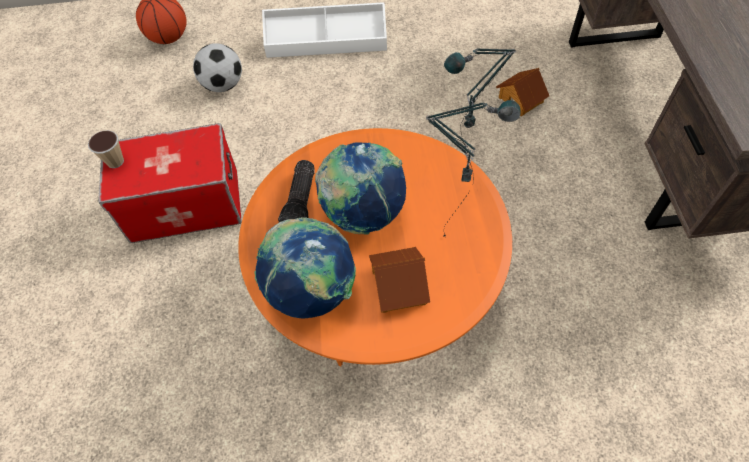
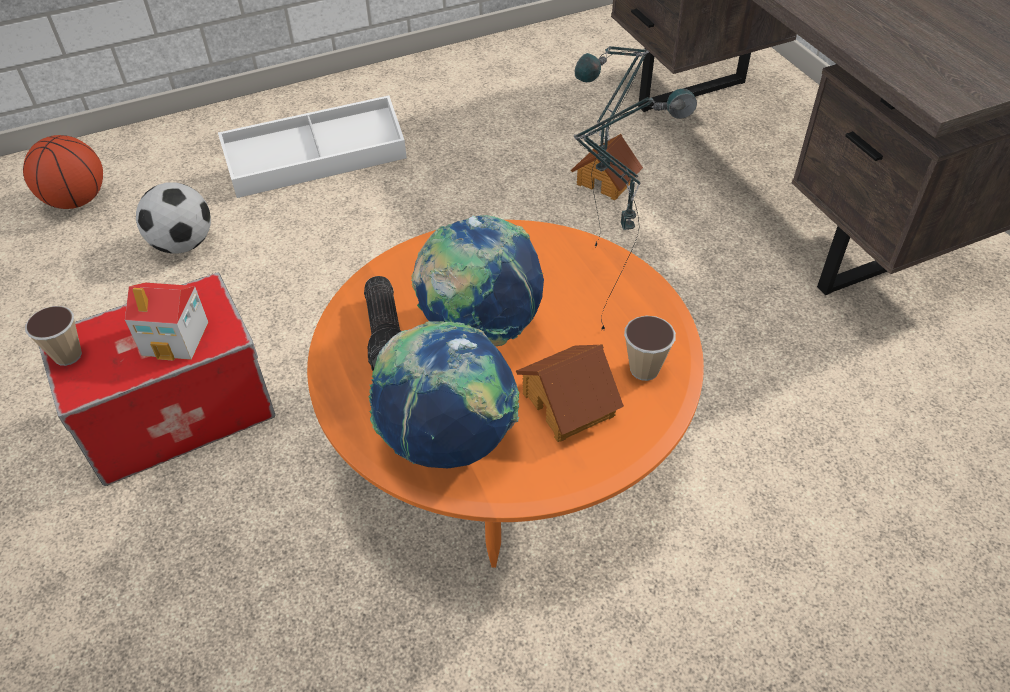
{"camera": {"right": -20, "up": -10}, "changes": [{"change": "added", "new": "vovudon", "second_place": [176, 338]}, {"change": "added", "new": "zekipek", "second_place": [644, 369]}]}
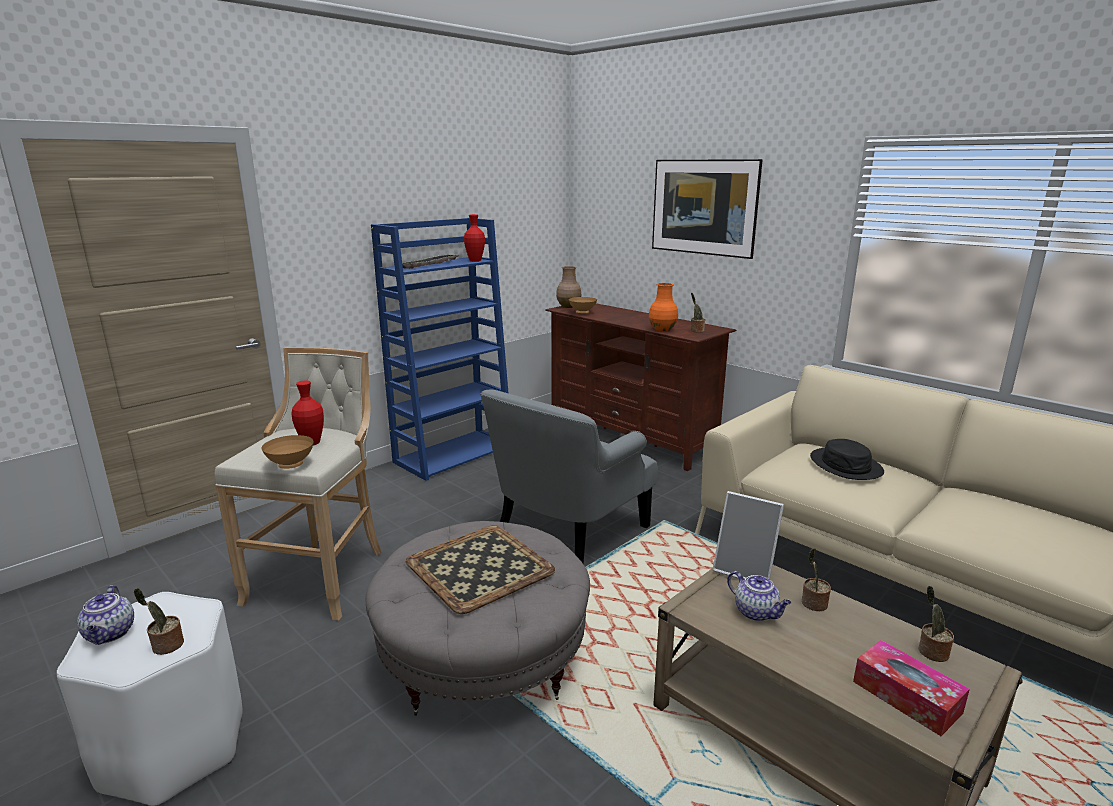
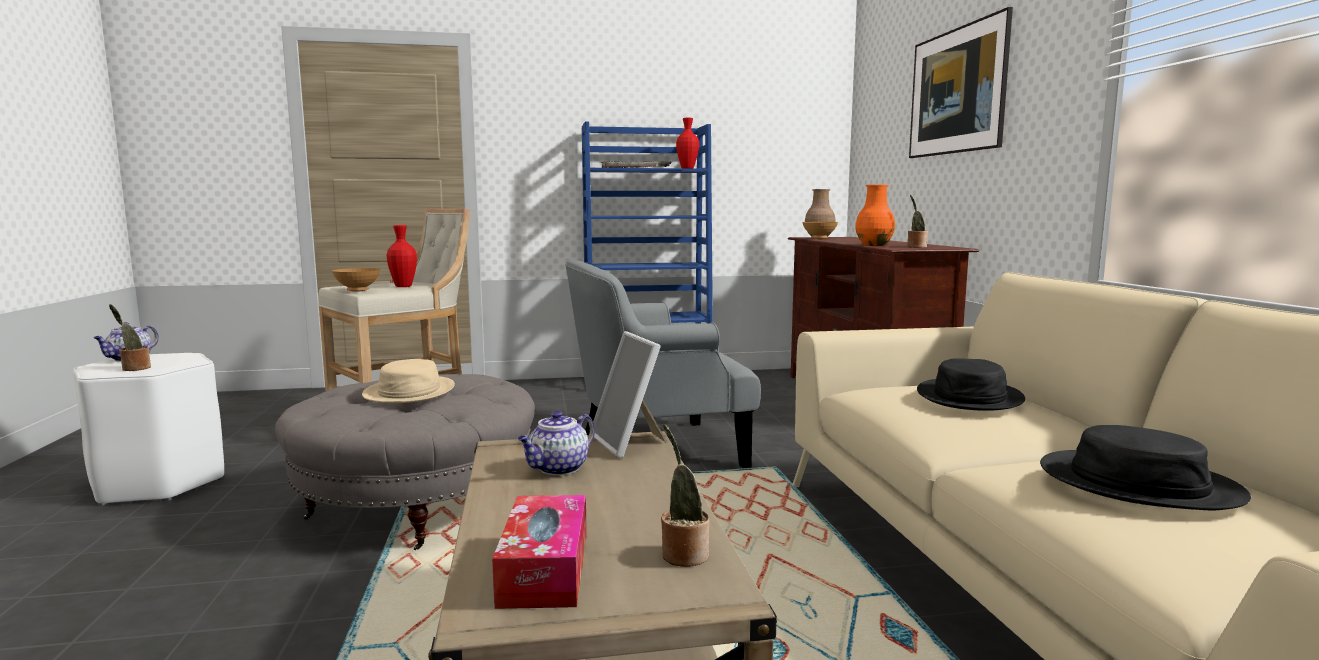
{"camera": {"right": 35, "up": -10}, "changes": [{"change": "replaced", "old": "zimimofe", "new": "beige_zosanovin", "first_place": [479, 568], "second_place": [409, 392]}, {"change": "turned", "old": "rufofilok", "first_place": [756, 612], "second_place": [558, 469], "degrees": 45}, {"change": "removed", "old": "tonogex", "first_place": [813, 604]}, {"change": "added", "new": "black_zosanovin", "second_place": [1138, 483]}]}
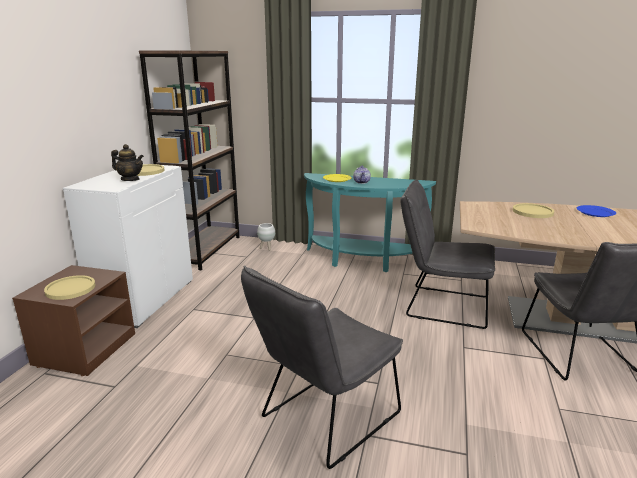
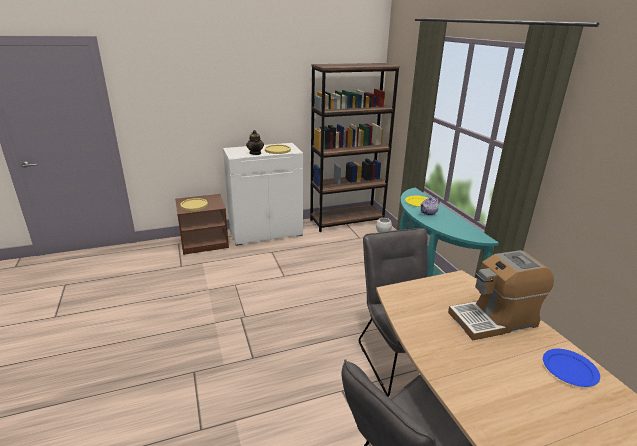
{"camera": {"right": 55, "up": 5}, "changes": [{"change": "removed", "old": "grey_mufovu", "first_place": [324, 419]}, {"change": "replaced", "old": "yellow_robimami", "new": "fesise", "first_place": [532, 212], "second_place": [494, 319]}]}
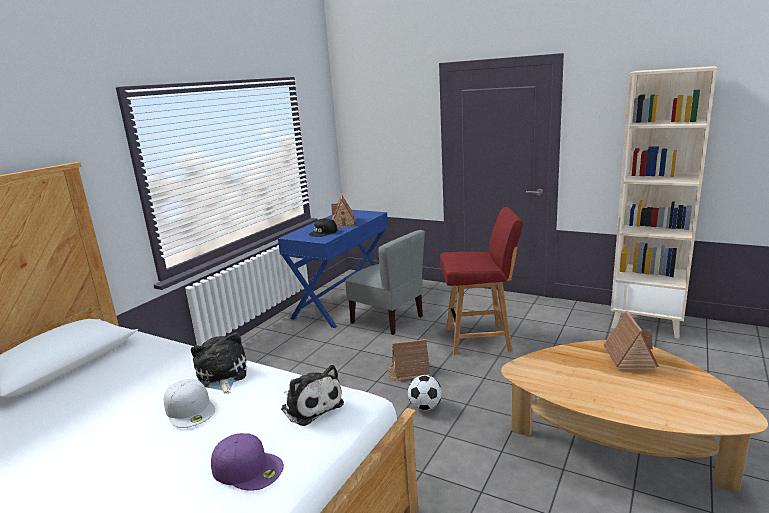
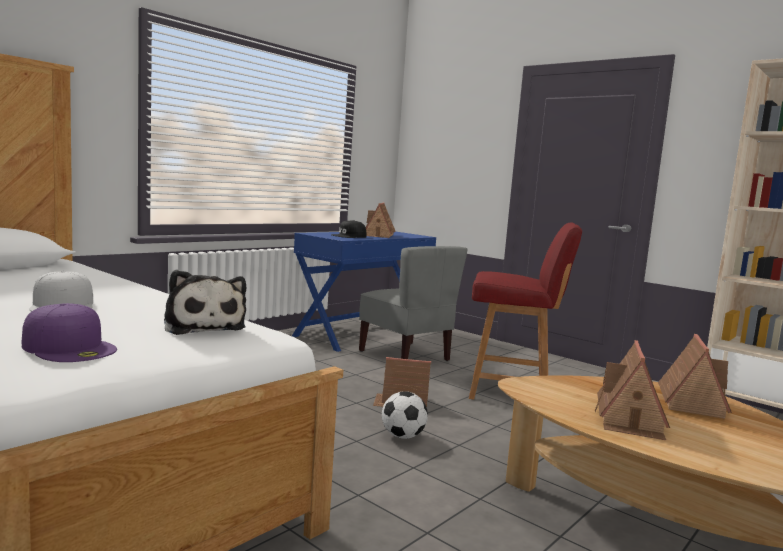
{"camera": {"right": 10, "up": -10}, "changes": [{"change": "removed", "old": "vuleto", "first_place": [222, 376]}, {"change": "added", "new": "vovudon", "second_place": [630, 419]}]}
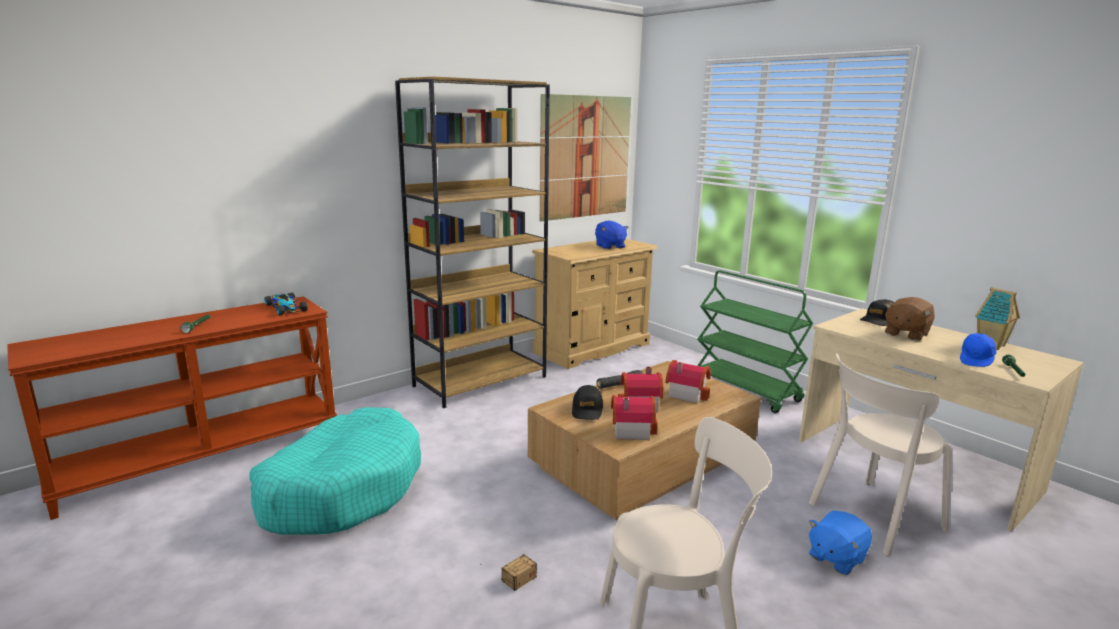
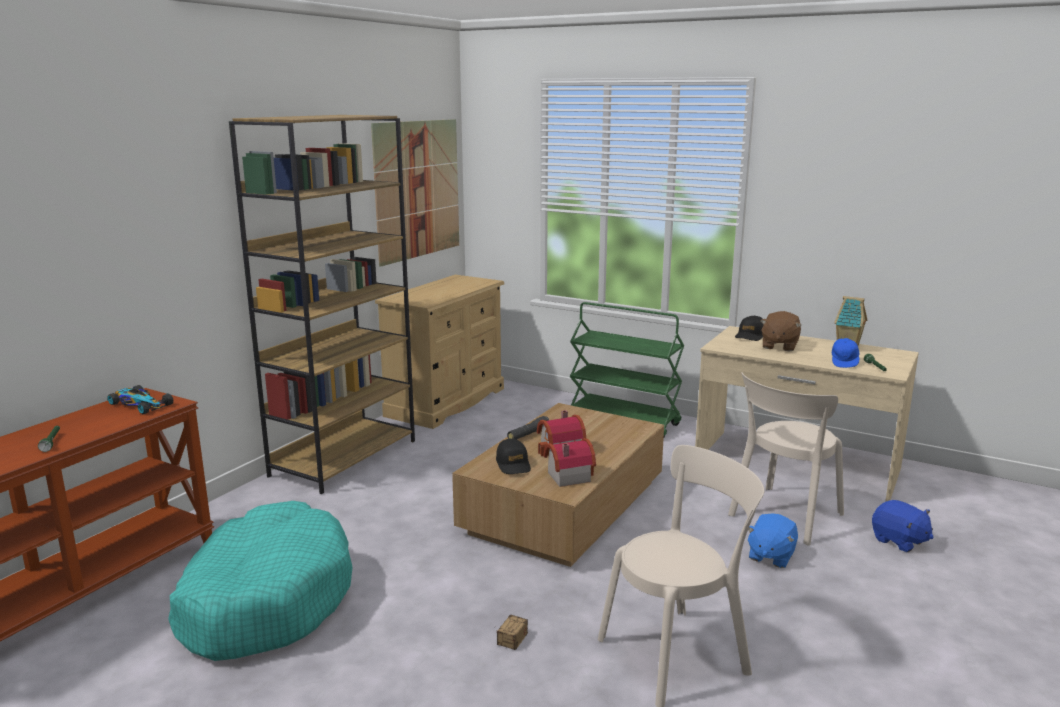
{"camera": {"right": -20, "up": 0}, "changes": [{"change": "moved", "old": "blue_vuleto", "first_place": [610, 246], "second_place": [899, 541]}, {"change": "removed", "old": "vovudon", "first_place": [686, 393]}]}
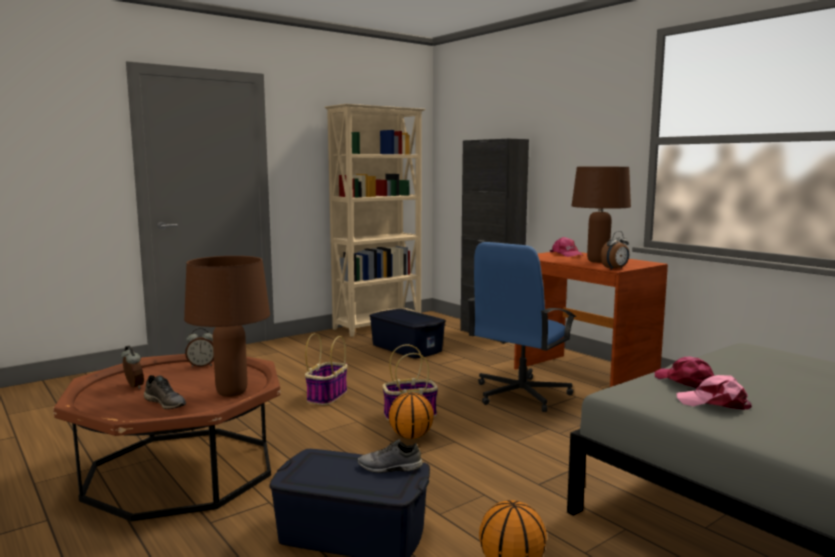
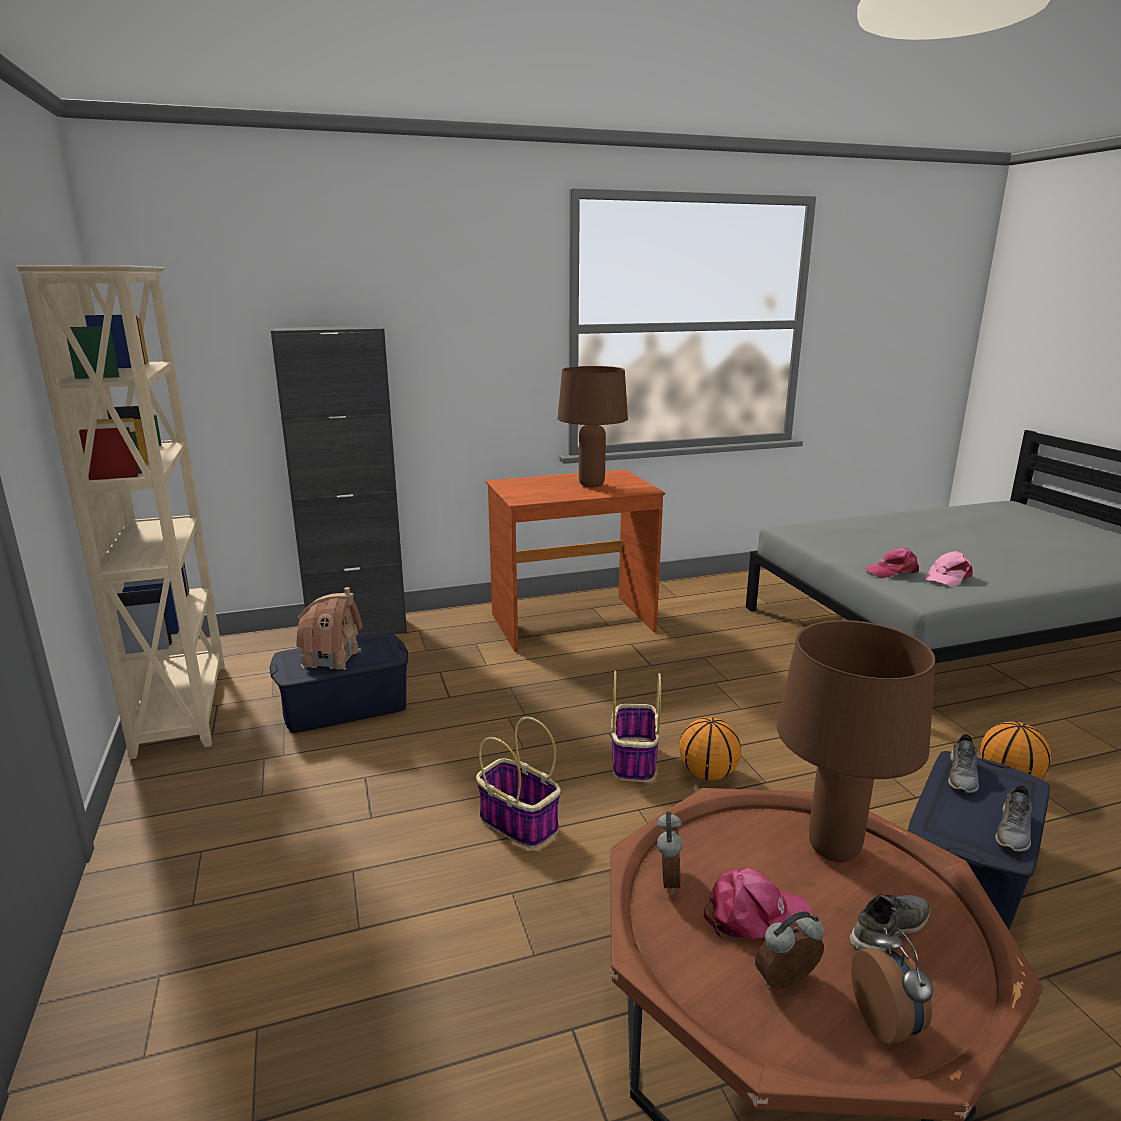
{"camera": {"right": -70, "up": 10}, "changes": [{"change": "removed", "old": "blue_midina", "first_place": [520, 394]}, {"change": "moved", "old": "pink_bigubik", "first_place": [566, 254], "second_place": [755, 915]}, {"change": "moved", "old": "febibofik", "first_place": [615, 269], "second_place": [887, 1023]}, {"change": "added", "new": "vovudon", "second_place": [332, 658]}, {"change": "added", "new": "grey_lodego", "second_place": [1014, 832]}]}
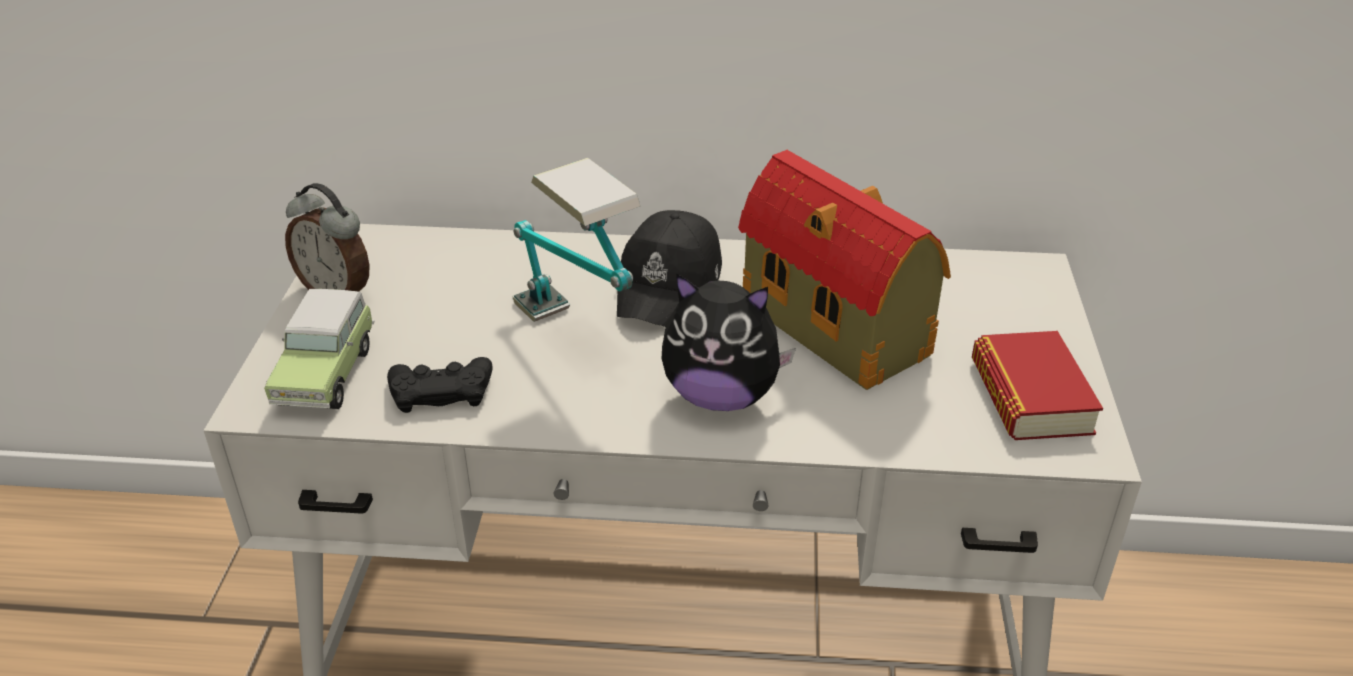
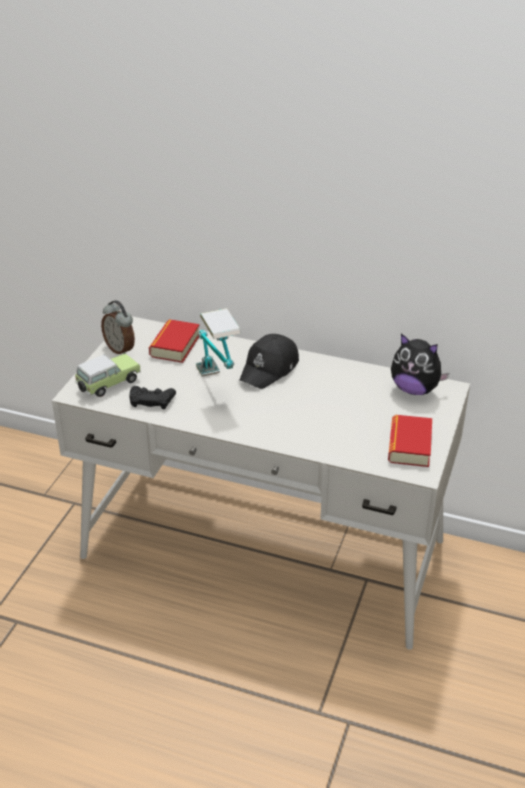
{"camera": {"right": 15, "up": 0}, "changes": [{"change": "turned", "old": "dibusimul", "first_place": [328, 372], "second_place": [107, 384], "degrees": -150}, {"change": "moved", "old": "vuleto", "first_place": [721, 396], "second_place": [415, 389]}, {"change": "removed", "old": "vovudon", "first_place": [837, 331]}, {"change": "added", "new": "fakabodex", "second_place": [175, 346]}]}
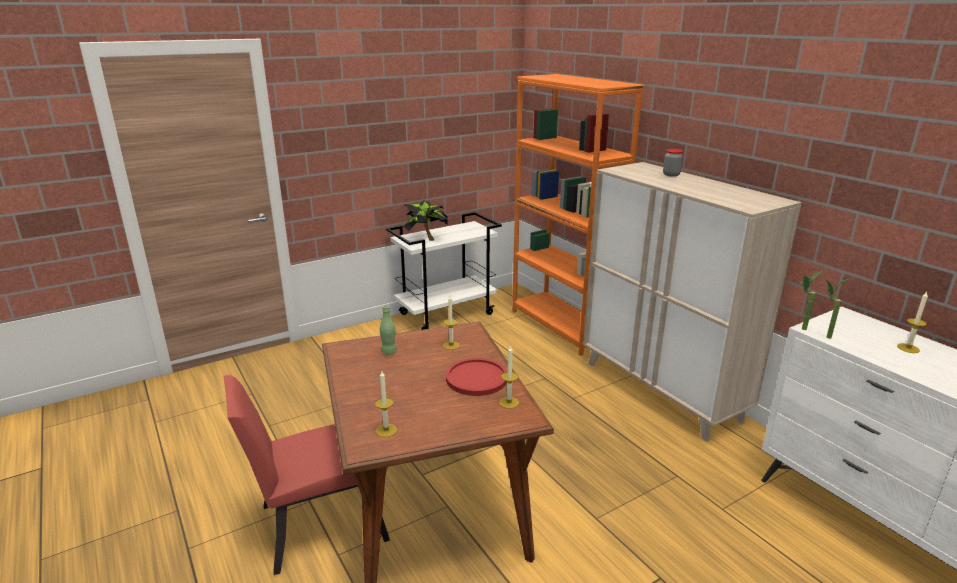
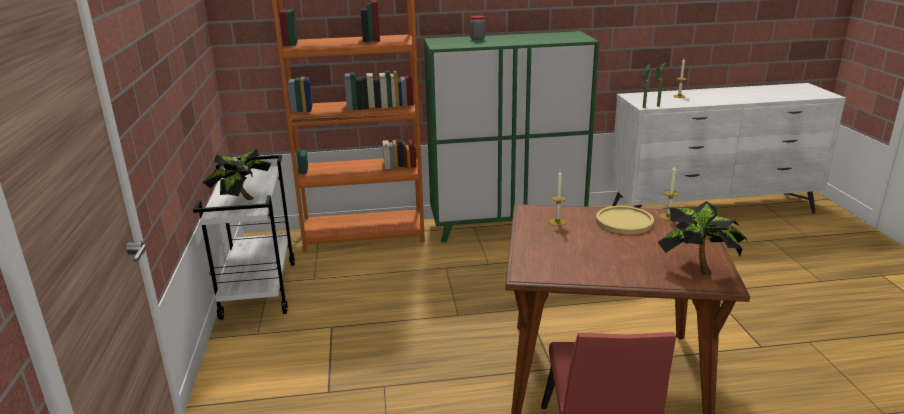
{"camera": {"right": -65, "up": 0}, "changes": [{"change": "replaced", "old": "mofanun", "new": "tonogex", "first_place": [386, 430], "second_place": [697, 269]}, {"change": "removed", "old": "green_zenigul", "first_place": [389, 352]}, {"change": "recoloured", "old": "red_robimami", "new": "yellow_robimami", "first_place": [476, 378], "second_place": [624, 221]}, {"change": "recoloured", "old": "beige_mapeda", "new": "green_mapeda", "first_place": [661, 391], "second_place": [507, 226]}]}
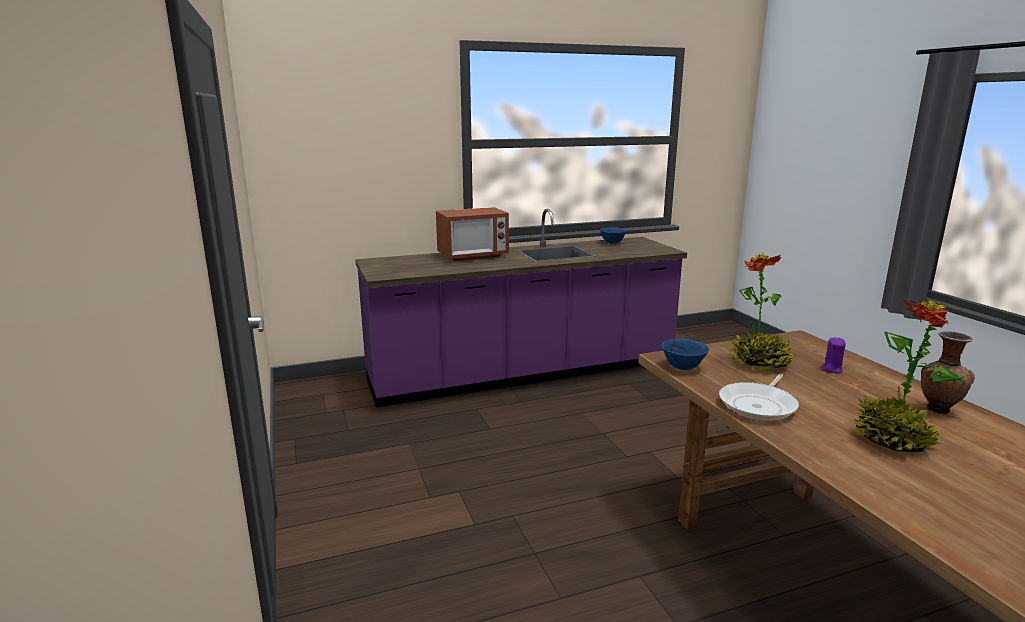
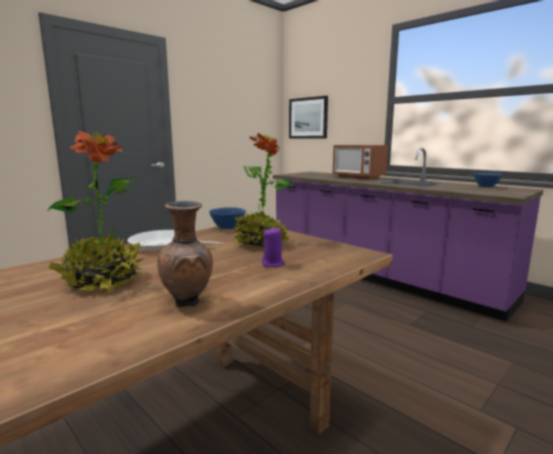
{"camera": {"right": 65, "up": -5}, "changes": [{"change": "added", "new": "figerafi", "second_place": [308, 118]}]}
